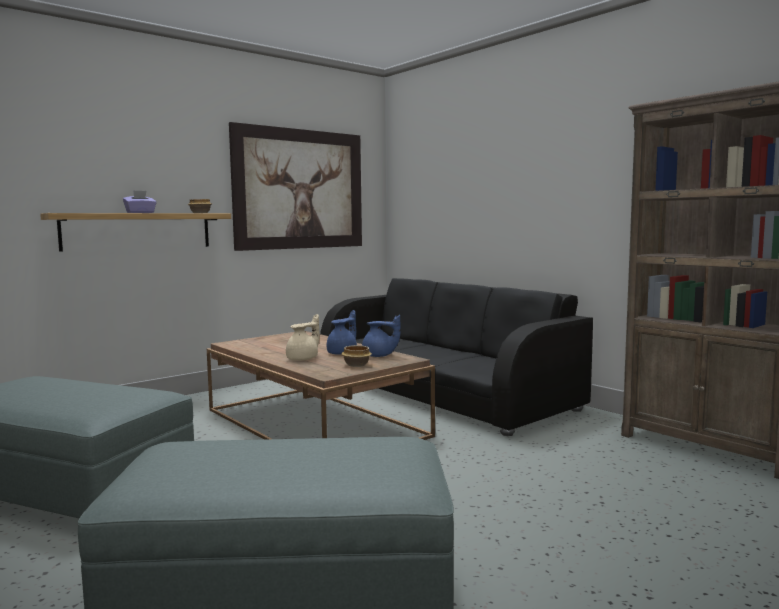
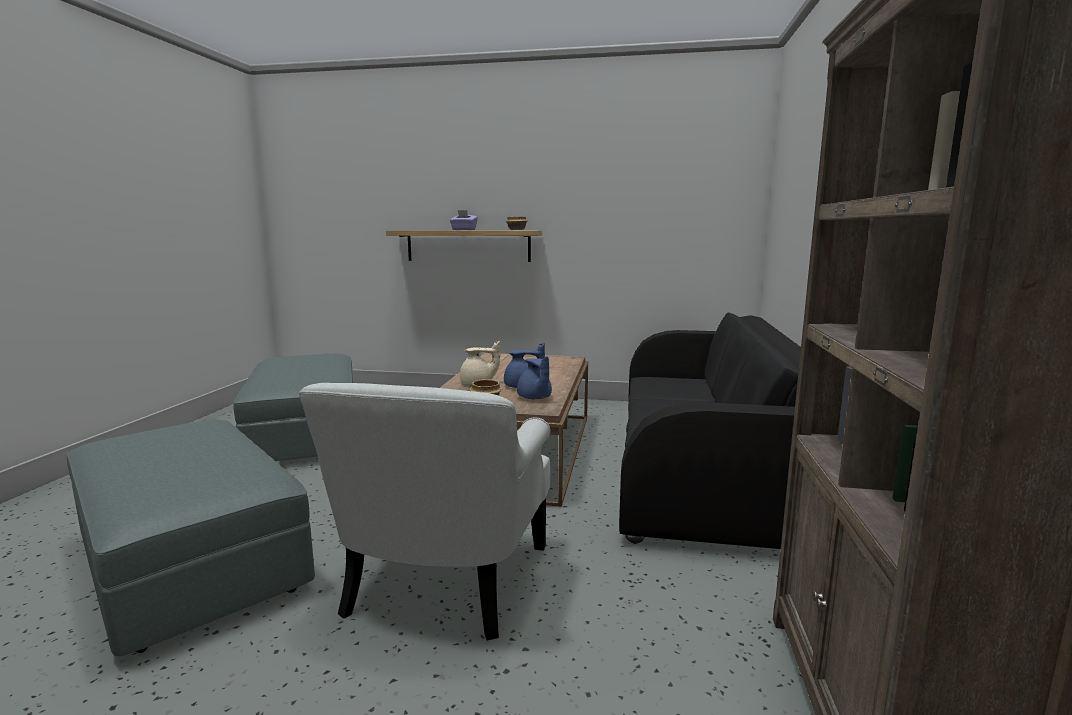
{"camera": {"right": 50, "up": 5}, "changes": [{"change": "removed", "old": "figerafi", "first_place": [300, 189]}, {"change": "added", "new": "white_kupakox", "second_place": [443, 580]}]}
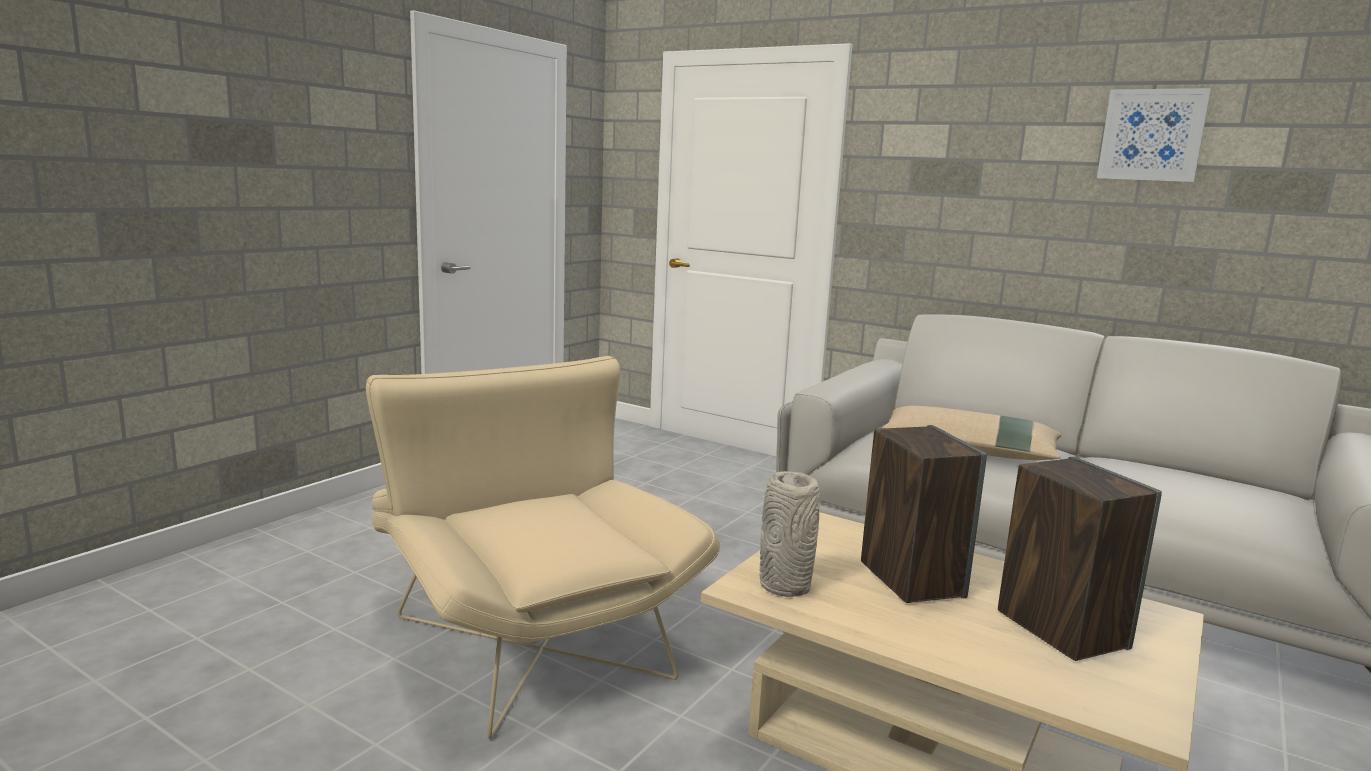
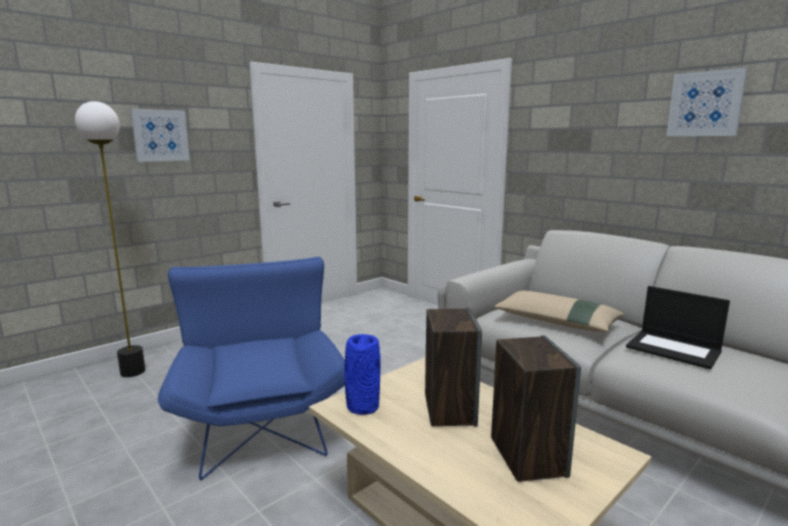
{"camera": {"right": 15, "up": 0}, "changes": [{"change": "recoloured", "old": "beige_kupakox", "new": "blue_kupakox", "first_place": [528, 633], "second_place": [261, 418]}, {"change": "recoloured", "old": "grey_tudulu", "new": "blue_tudulu", "first_place": [784, 586], "second_place": [362, 407]}, {"change": "added", "new": "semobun", "second_place": [133, 372]}, {"change": "added", "new": "figerafi", "second_place": [160, 135]}, {"change": "added", "new": "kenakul", "second_place": [674, 349]}]}
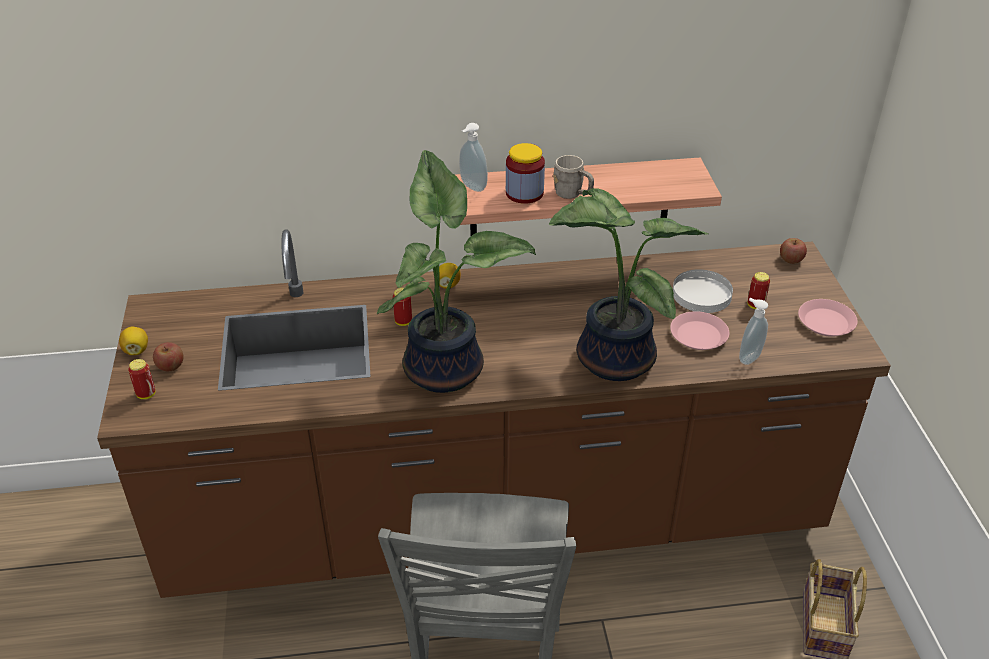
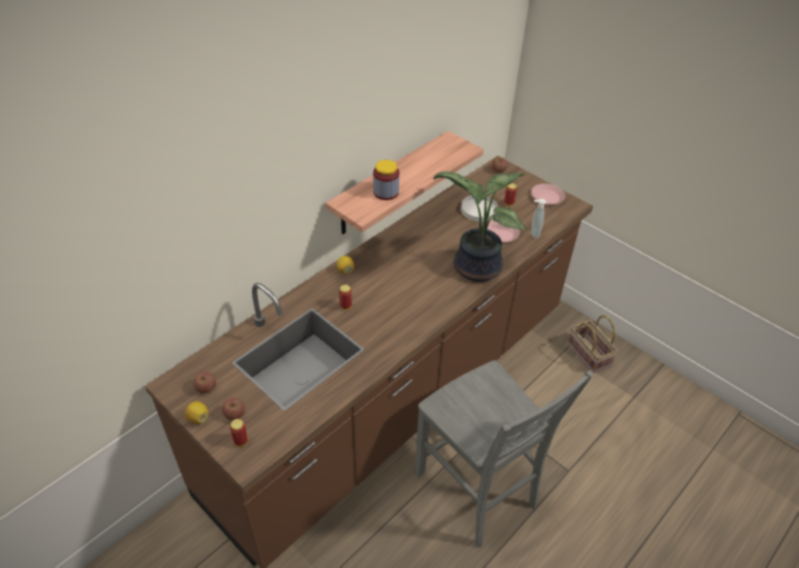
{"camera": {"right": -40, "up": 5}, "changes": [{"change": "removed", "old": "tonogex", "first_place": [447, 367]}, {"change": "removed", "old": "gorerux", "first_place": [472, 187]}, {"change": "removed", "old": "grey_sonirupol", "first_place": [573, 194]}, {"change": "added", "new": "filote", "second_place": [206, 388]}]}
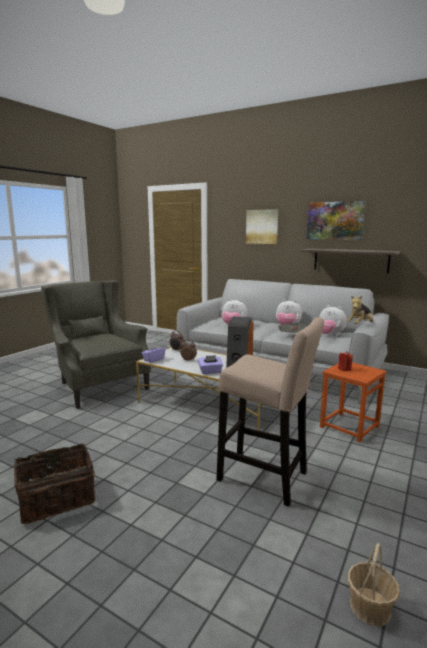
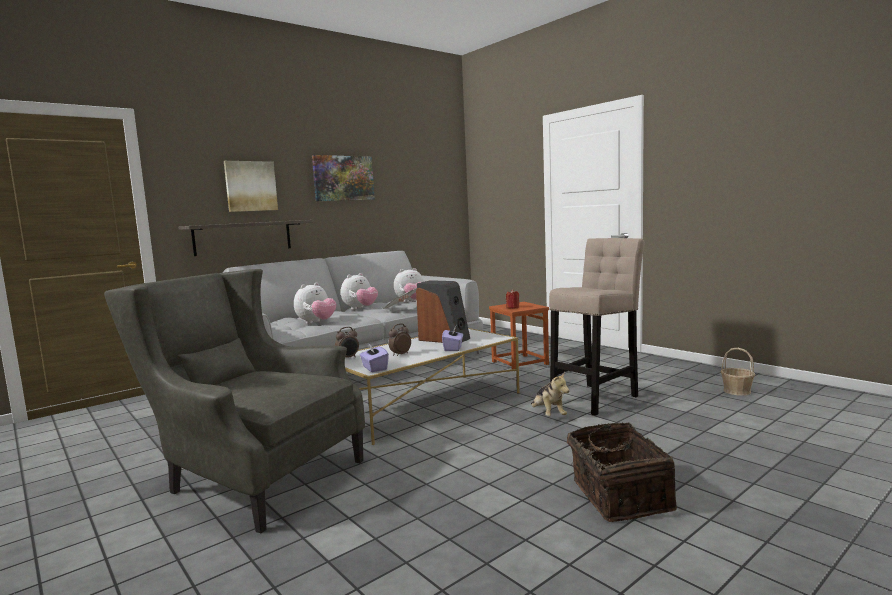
{"camera": {"right": -70, "up": -5}, "changes": [{"change": "turned", "old": "grey_kupakox", "first_place": [97, 384], "second_place": [252, 476], "degrees": 45}, {"change": "moved", "old": "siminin", "first_place": [350, 260], "second_place": [243, 237]}, {"change": "moved", "old": "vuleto", "first_place": [360, 325], "second_place": [548, 414]}]}
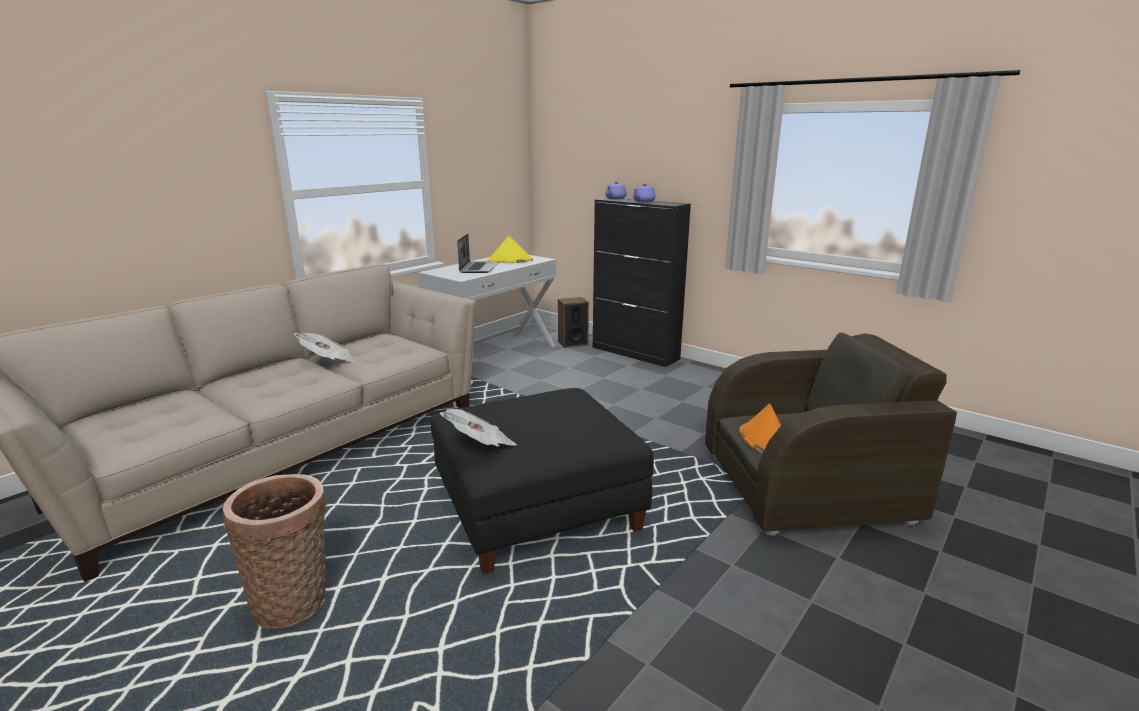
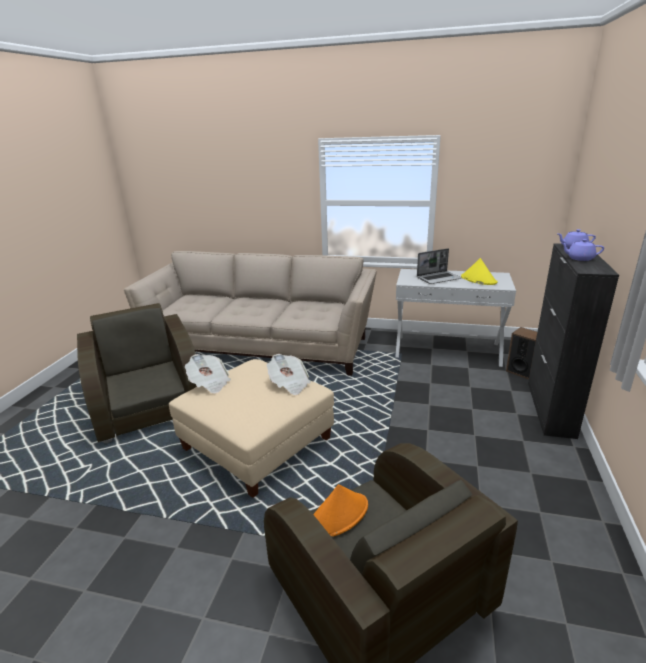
{"camera": {"right": 65, "up": 5}, "changes": [{"change": "replaced", "old": "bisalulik", "new": "brown_kupakox", "first_place": [294, 600], "second_place": [149, 404]}, {"change": "moved", "old": "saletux", "first_place": [328, 360], "second_place": [289, 384]}, {"change": "recoloured", "old": "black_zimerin", "new": "beige_zimerin", "first_place": [537, 505], "second_place": [258, 443]}]}
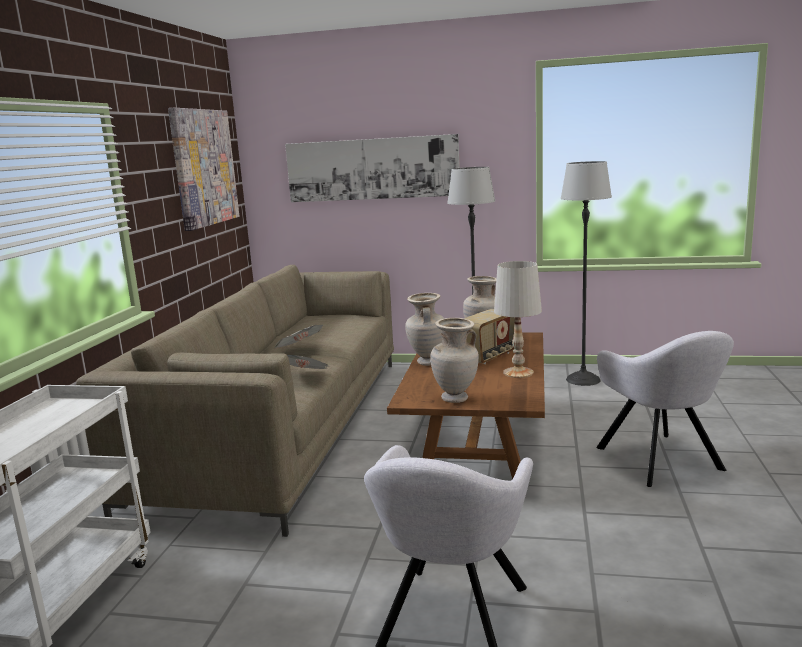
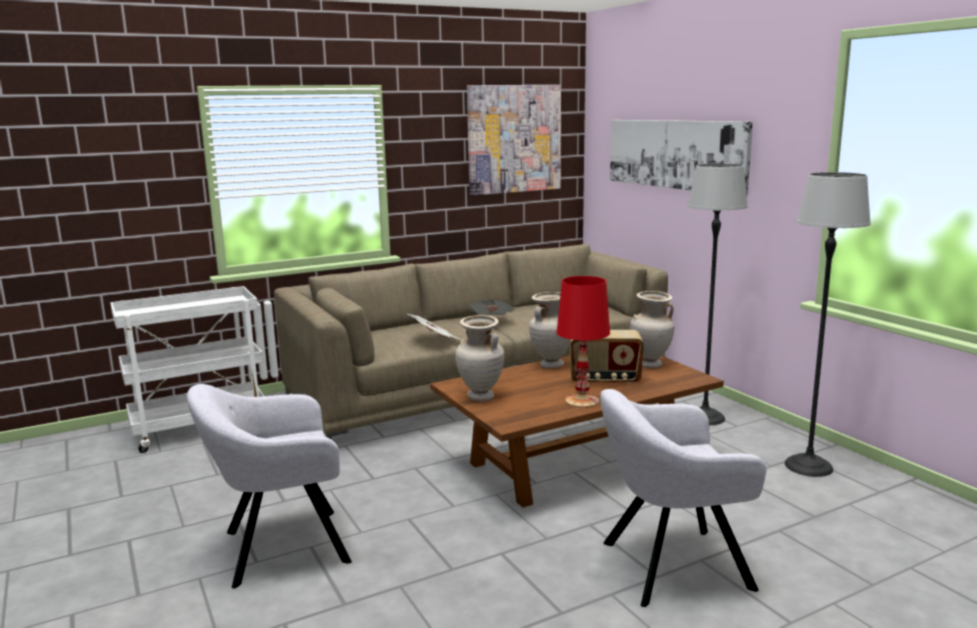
{"camera": {"right": 50, "up": 0}, "changes": [{"change": "recoloured", "old": "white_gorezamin", "new": "red_gorezamin", "first_place": [518, 372], "second_place": [582, 401]}, {"change": "turned", "old": "grey_kupakox", "first_place": [662, 460], "second_place": [669, 566], "degrees": 45}]}
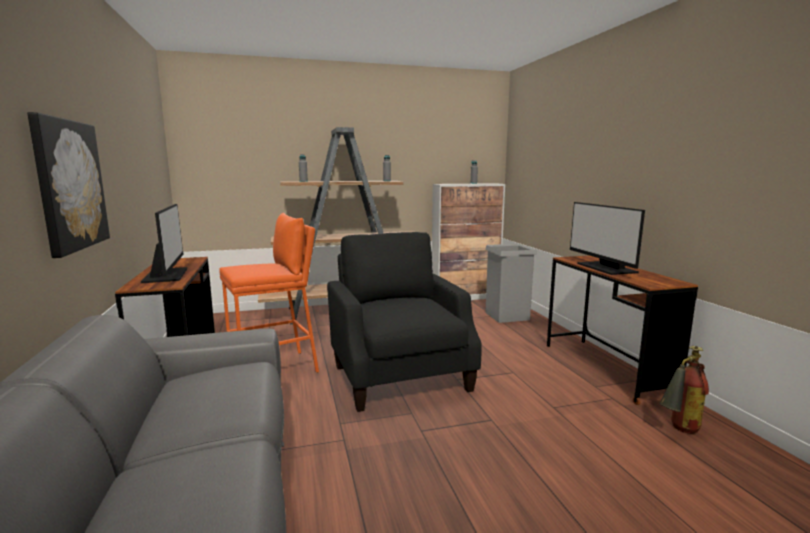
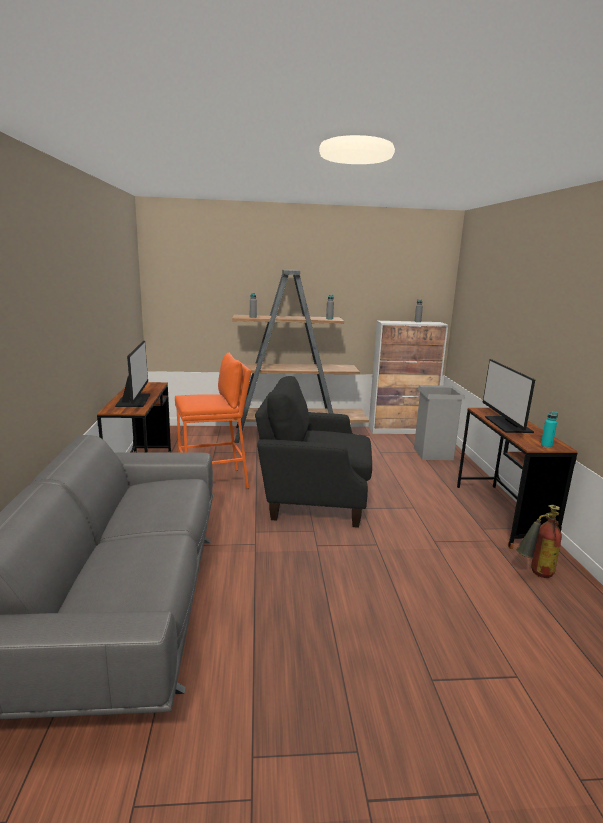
{"camera": {"right": 10, "up": 5}, "changes": [{"change": "removed", "old": "figerafi", "first_place": [69, 185]}, {"change": "turned", "old": "black_kupakox", "first_place": [399, 376], "second_place": [314, 499], "degrees": -75}, {"change": "added", "new": "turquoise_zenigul", "second_place": [546, 446]}]}
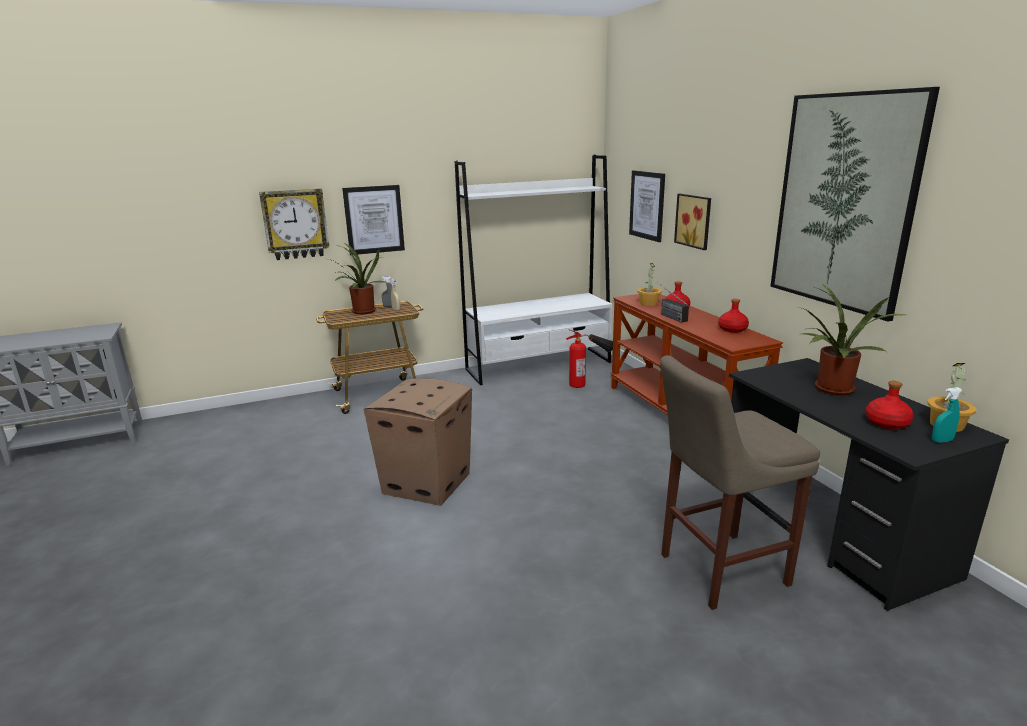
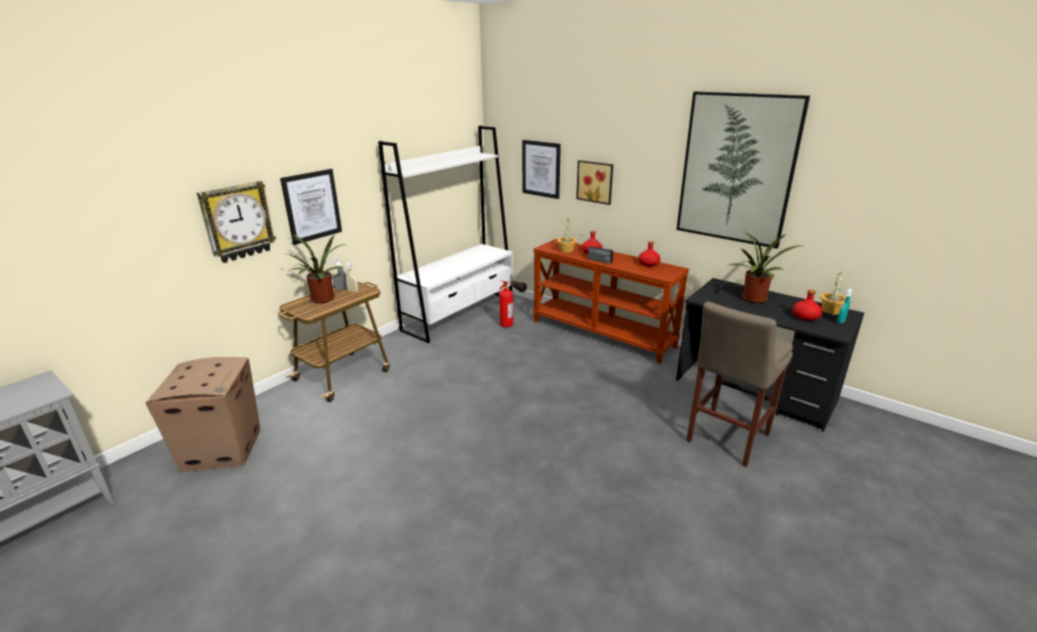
{"camera": {"right": -30, "up": 5}, "changes": [{"change": "moved", "old": "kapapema", "first_place": [427, 483], "second_place": [223, 449]}]}
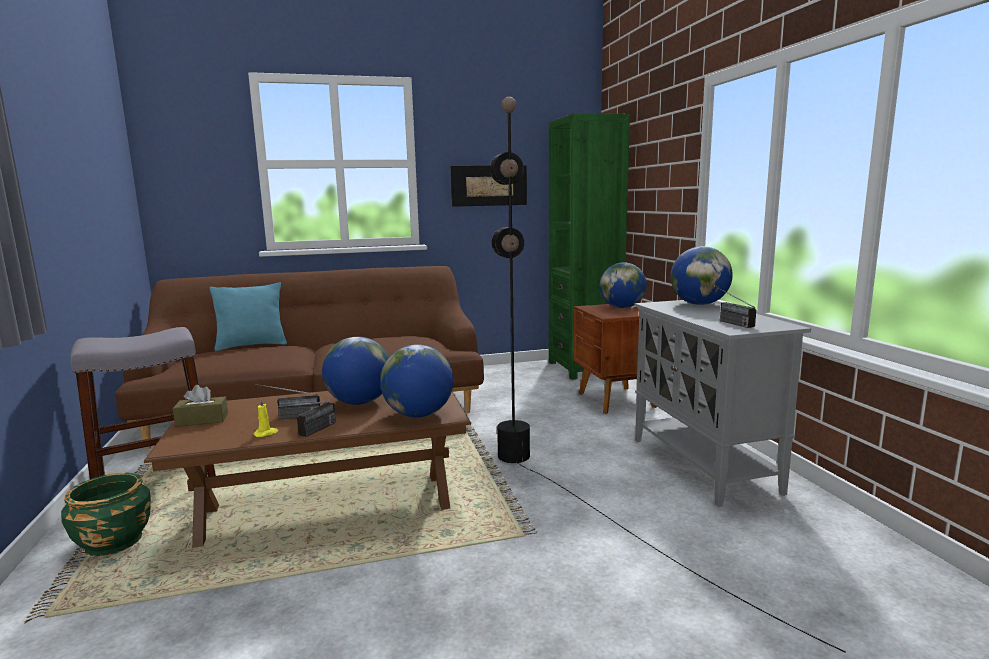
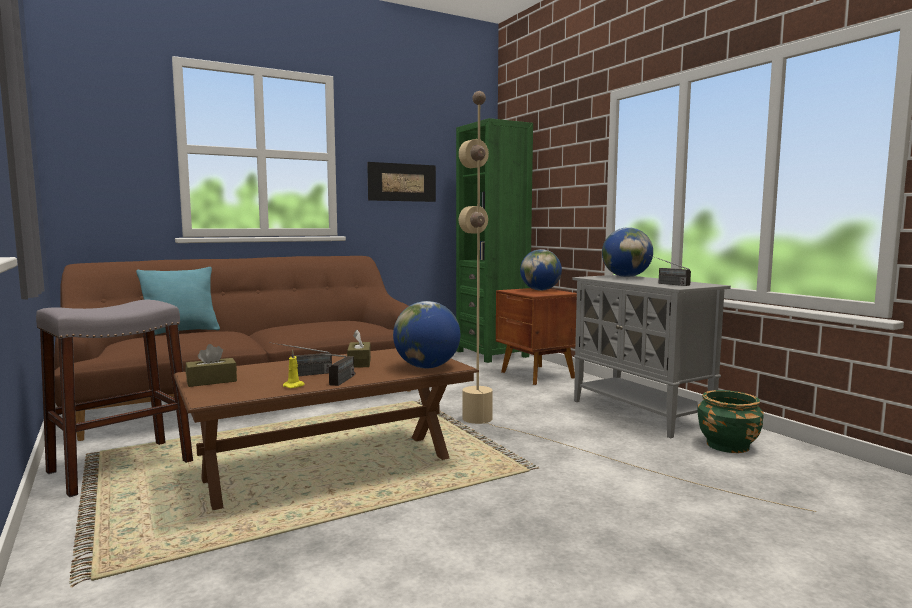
{"camera": {"right": -15, "up": -5}, "changes": [{"change": "moved", "old": "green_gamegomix", "first_place": [114, 543], "second_place": [727, 445]}, {"change": "replaced", "old": "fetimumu", "new": "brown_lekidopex", "first_place": [359, 402], "second_place": [359, 362]}, {"change": "recoloured", "old": "black_semobun", "new": "beige_semobun", "first_place": [570, 492], "second_place": [546, 439]}]}
